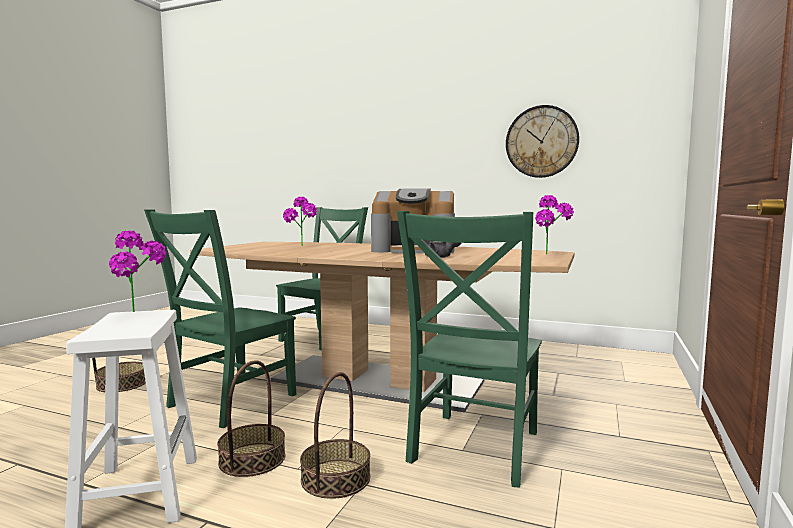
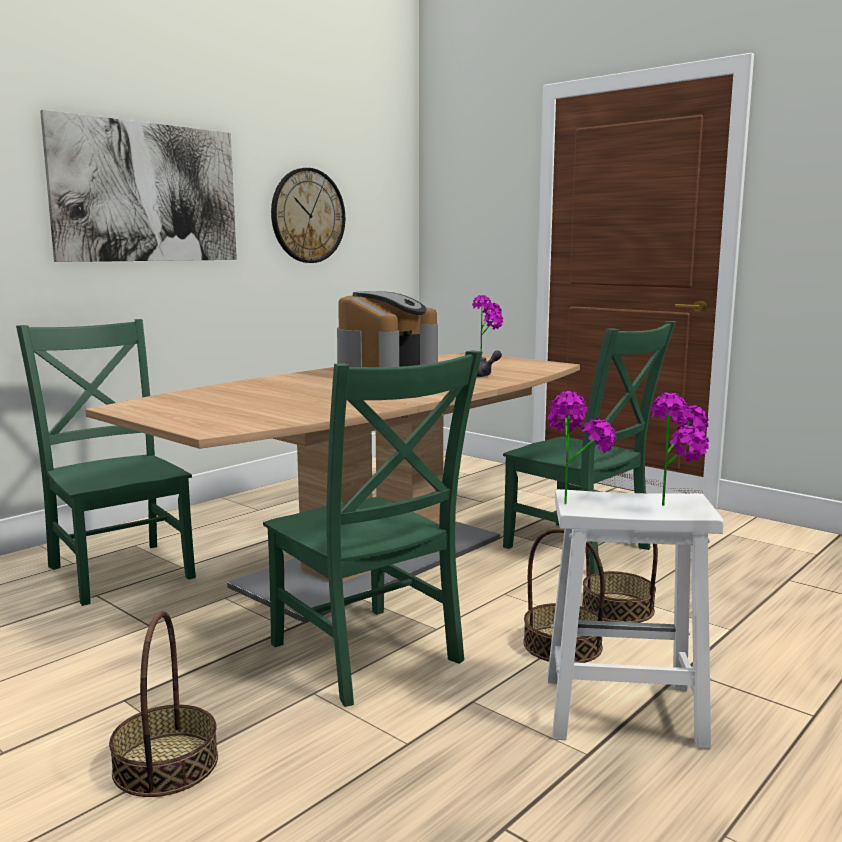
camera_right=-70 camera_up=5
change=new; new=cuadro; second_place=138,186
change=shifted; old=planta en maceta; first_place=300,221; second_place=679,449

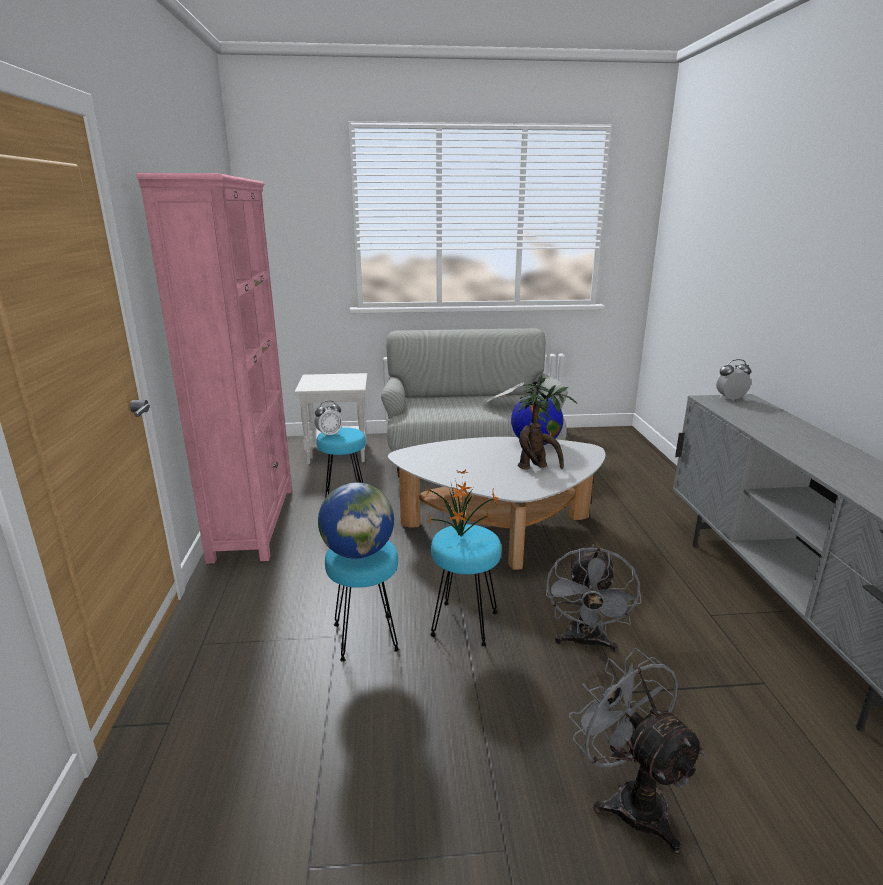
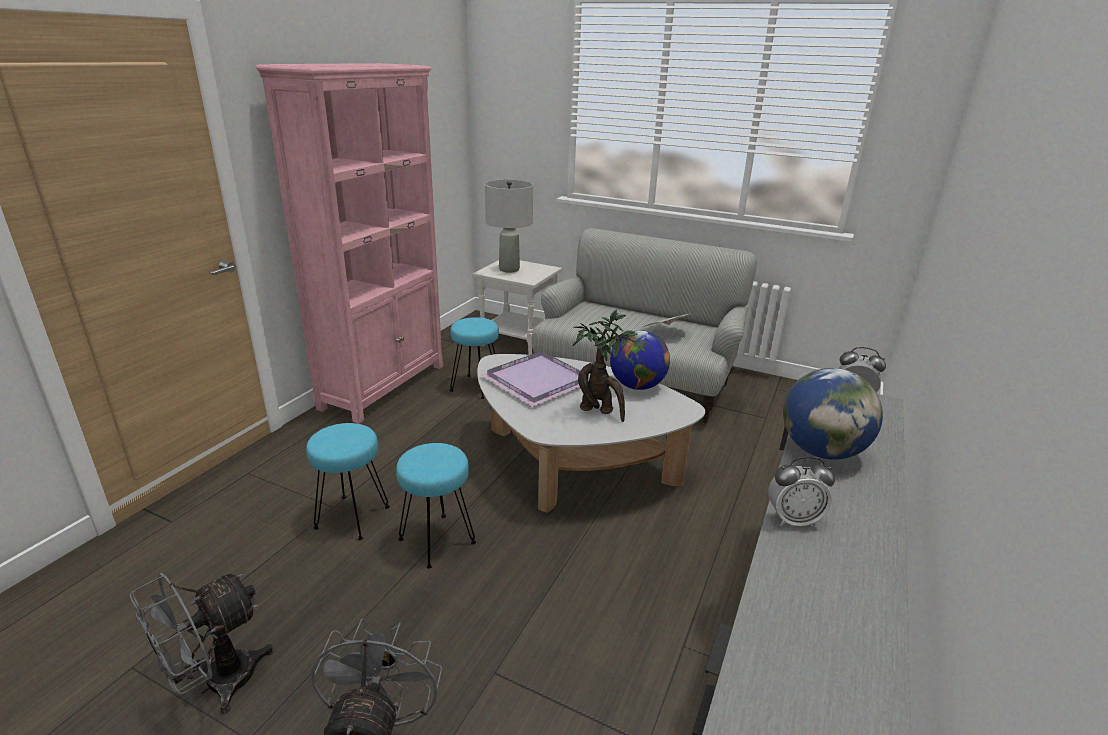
camera_right=30 camera_up=5
change=shifted; old=ventilador (gris); first_place=594,598; second_place=201,643
change=new; new=bandeja (morado); second_place=535,379
change=new; new=lámpara de mesa (gris); second_place=509,226
change=shifted; old=despertador; first_place=329,419; second_place=801,492
change=shifted; old=globo terráqueo; first_place=356,520; second_place=833,414
change=gone; old=planta en maceta; first_place=461,503

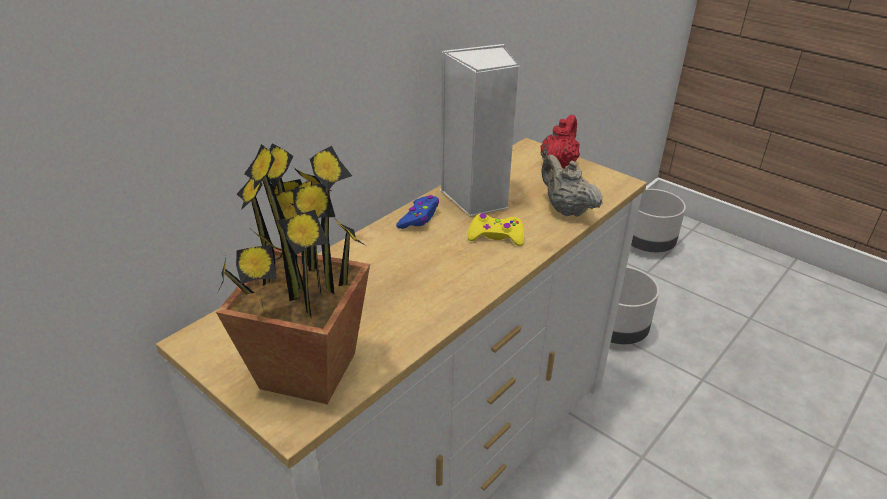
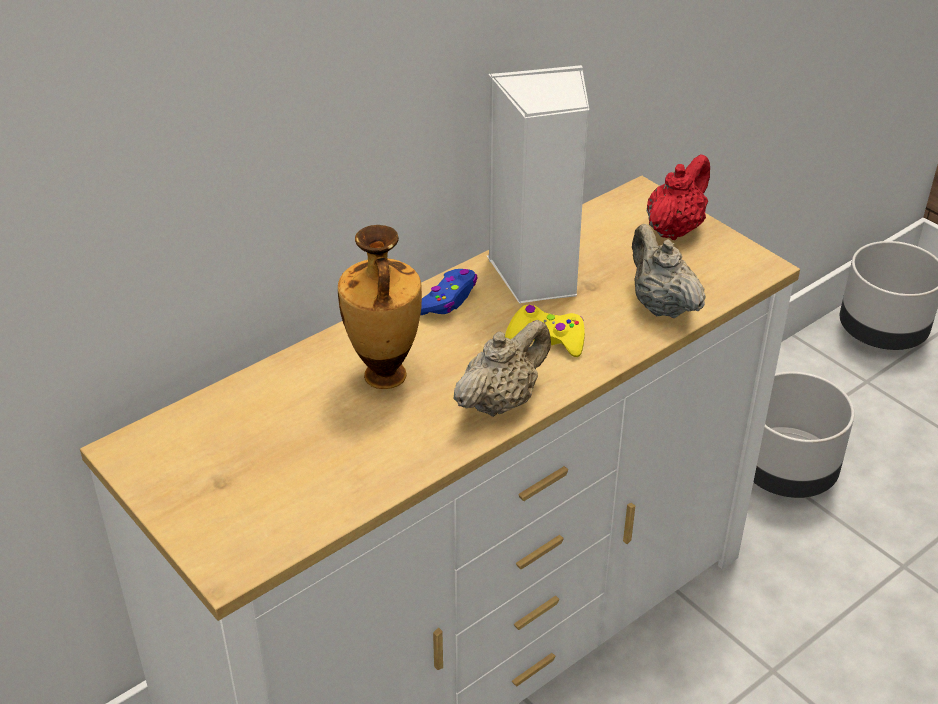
camera_right=10 camera_up=5
change=new; new=florero; second_place=380,307
change=new; new=tetera (beis); second_place=502,368
change=gone; old=planta en maceta; first_place=293,274

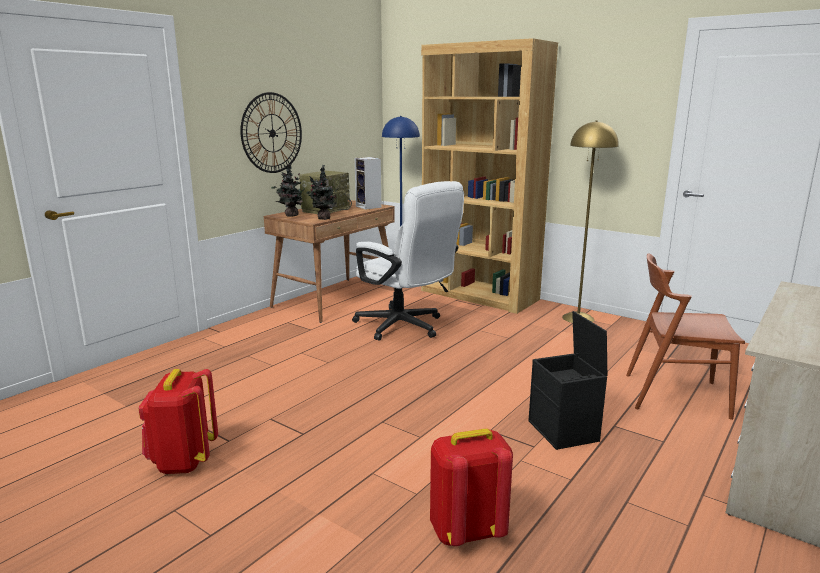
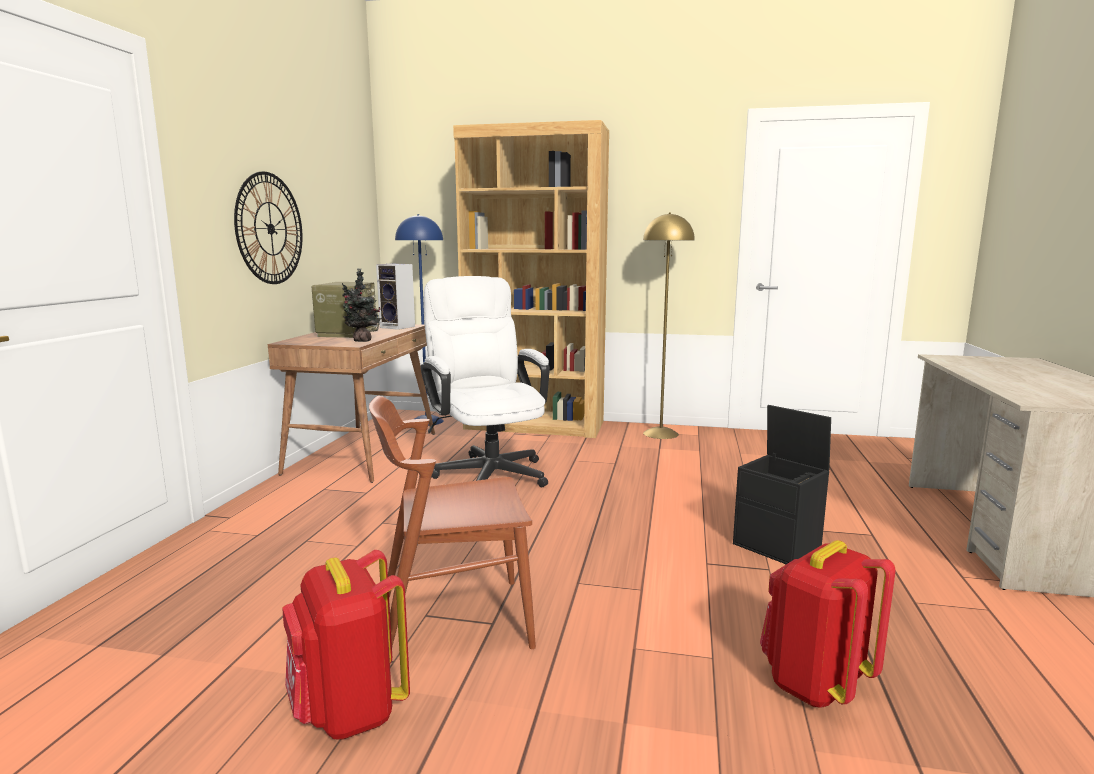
camera_right=-25 camera_up=-5
change=shifted; old=silla (marrón); first_place=685,336; second_place=452,522
change=rotated; old=silla de oficina (blanco); first_place=408,261; second_place=485,382; degrees=-135
change=gone; old=planta en maceta; first_place=288,190

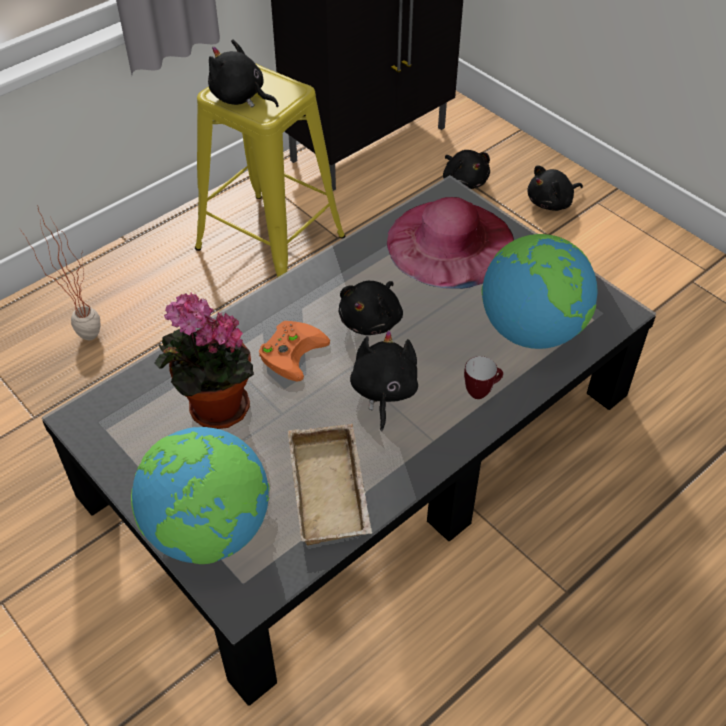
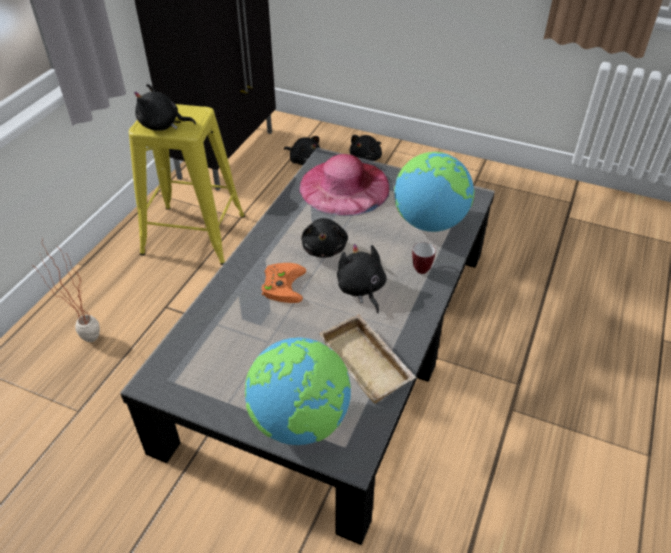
camera_right=-25 camera_up=-5
change=gone; old=planta en maceta; first_place=204,361

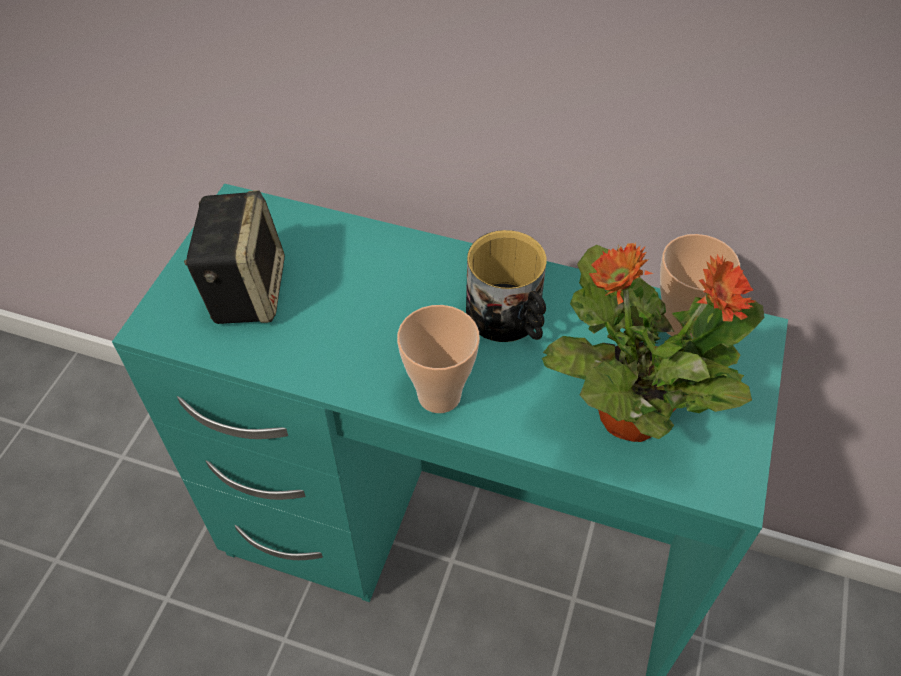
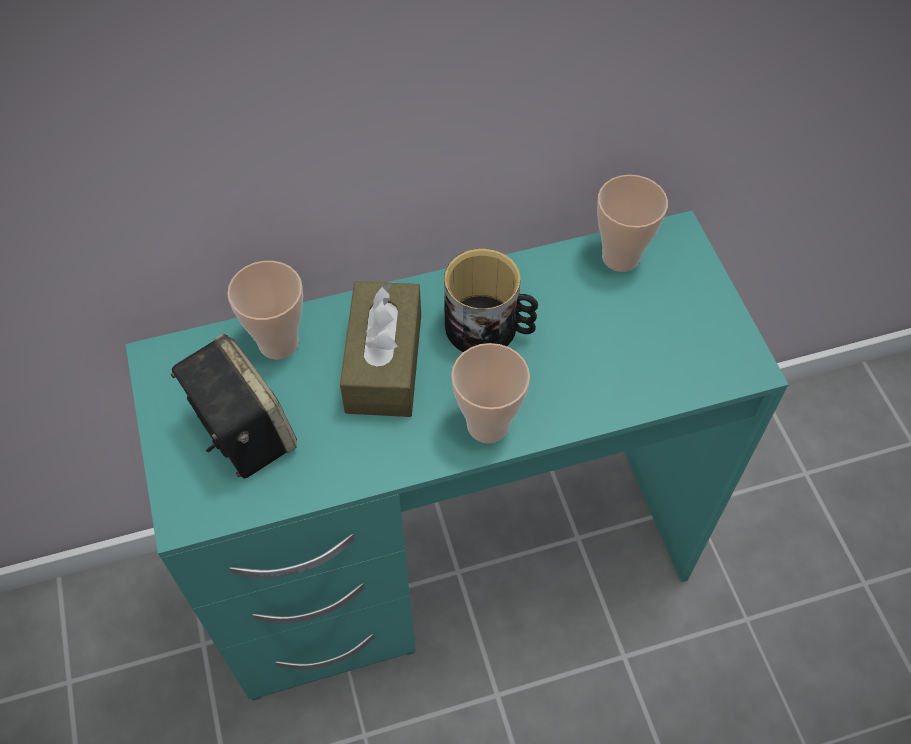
camera_right=-35 camera_up=5
change=new; new=taza; second_place=265,310
change=new; new=caja de pañuelos (marrón); second_place=380,349
change=gone; old=planta en maceta; first_place=653,342

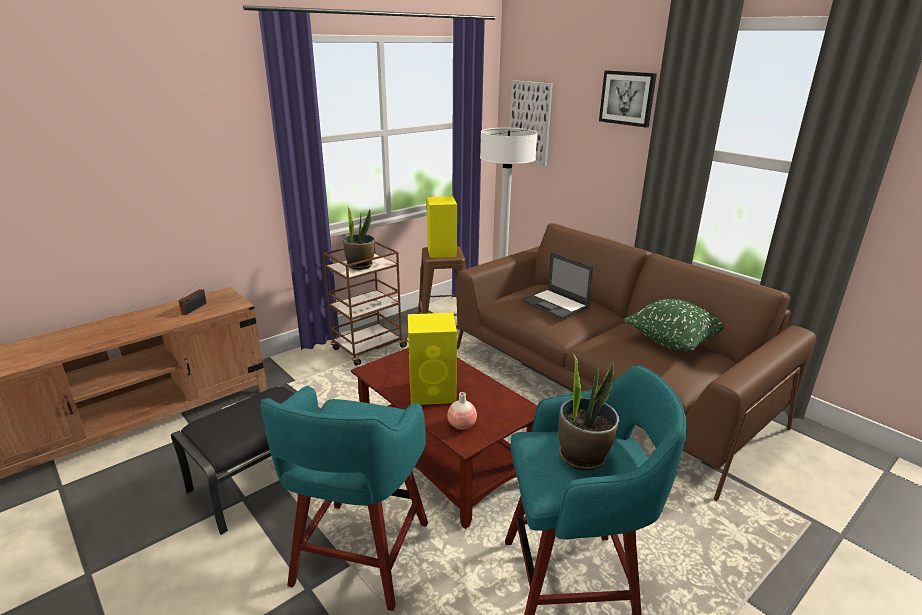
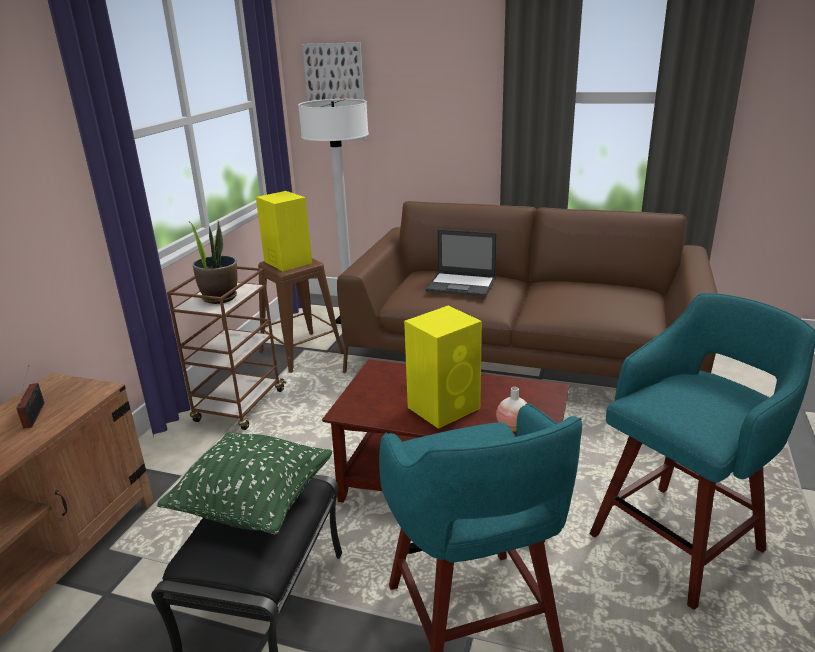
camera_right=-30 camera_up=0
change=shifted; old=cojín (verde); first_place=673,325; second_place=244,483
change=gone; old=planta en maceta; first_place=588,412
change=gone; old=cuadro; first_place=628,99

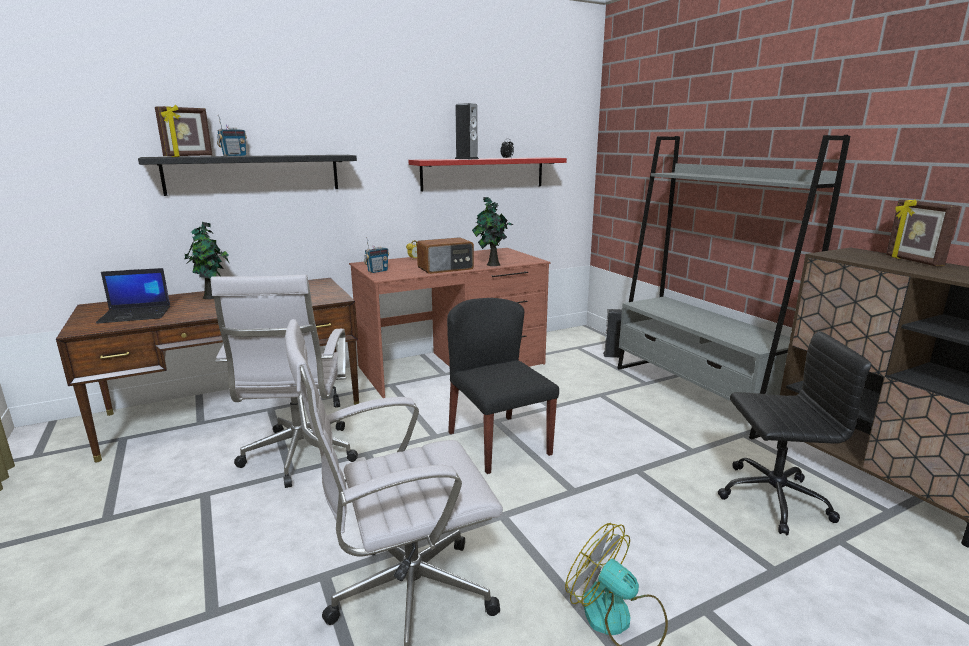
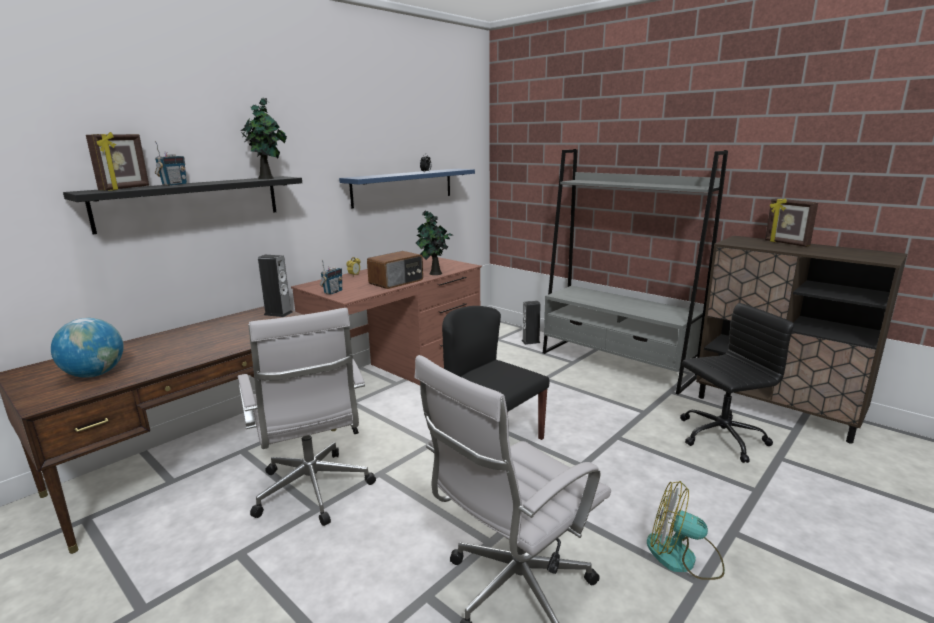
camera_right=-20 camera_up=0
change=swapped; old=portátil; new=globo terráqueo; first_place=133,295; second_place=87,347
change=shifted; old=planta en maceta; first_place=206,260; second_place=264,138
change=shifted; old=altavoz; first_place=467,131; second_place=275,286
change=repainted; old=estante (rojo); new=estante (azul); first_place=487,174; second_place=407,188

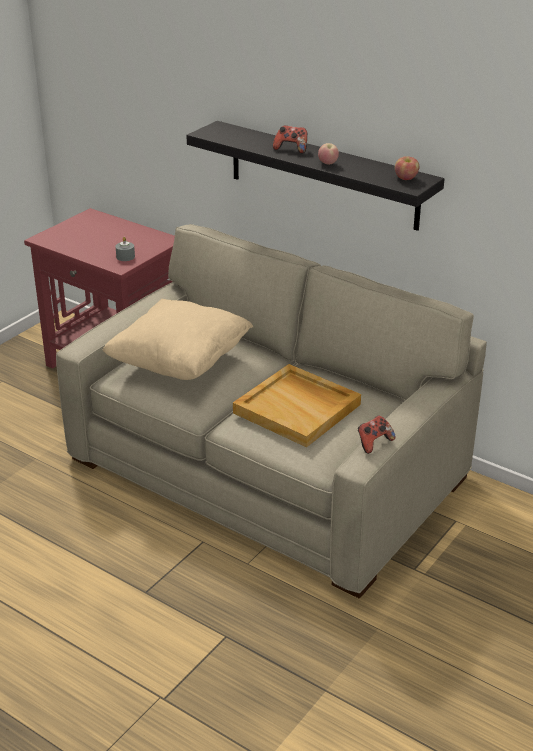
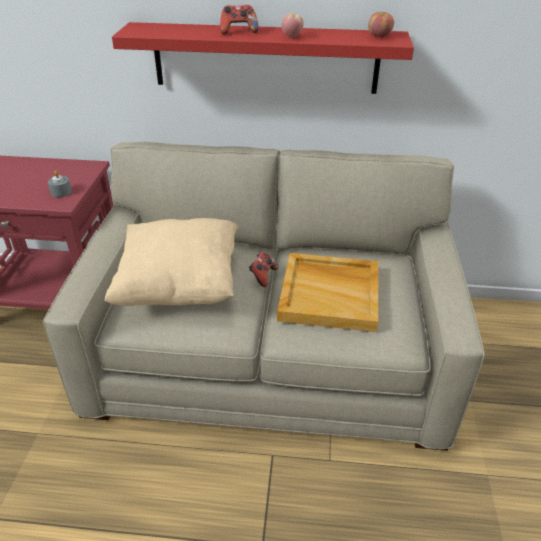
camera_right=-30 camera_up=5
change=repainted; old=estante (negro); new=estante (rojo); first_place=315,176; second_place=263,58
change=shifted; old=mando de consola; first_place=377,434; second_place=263,269

